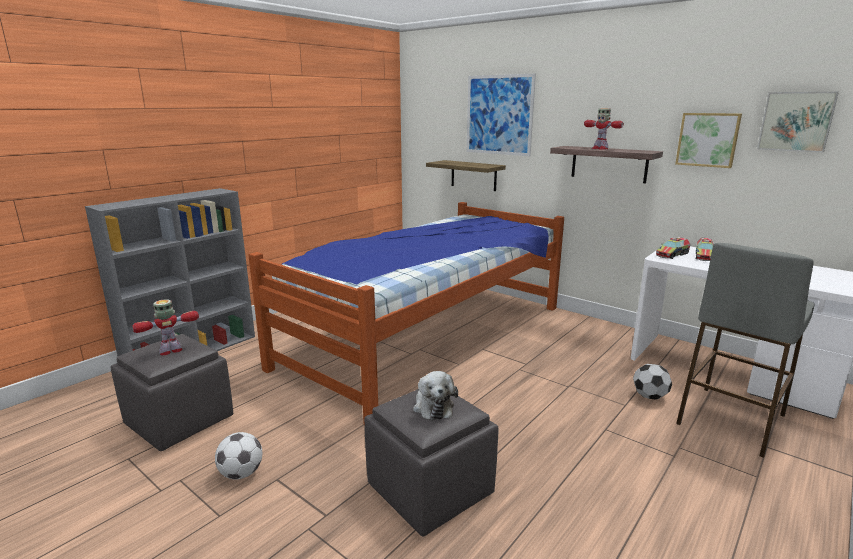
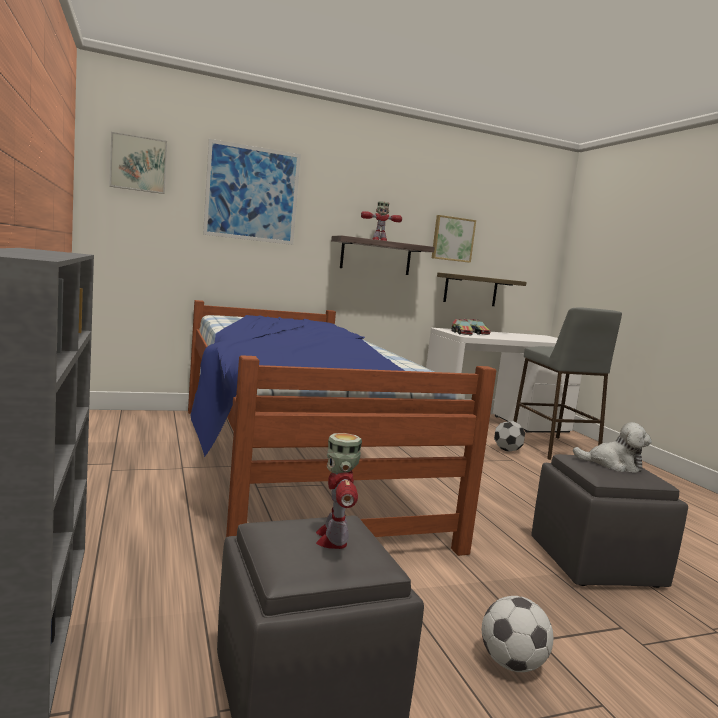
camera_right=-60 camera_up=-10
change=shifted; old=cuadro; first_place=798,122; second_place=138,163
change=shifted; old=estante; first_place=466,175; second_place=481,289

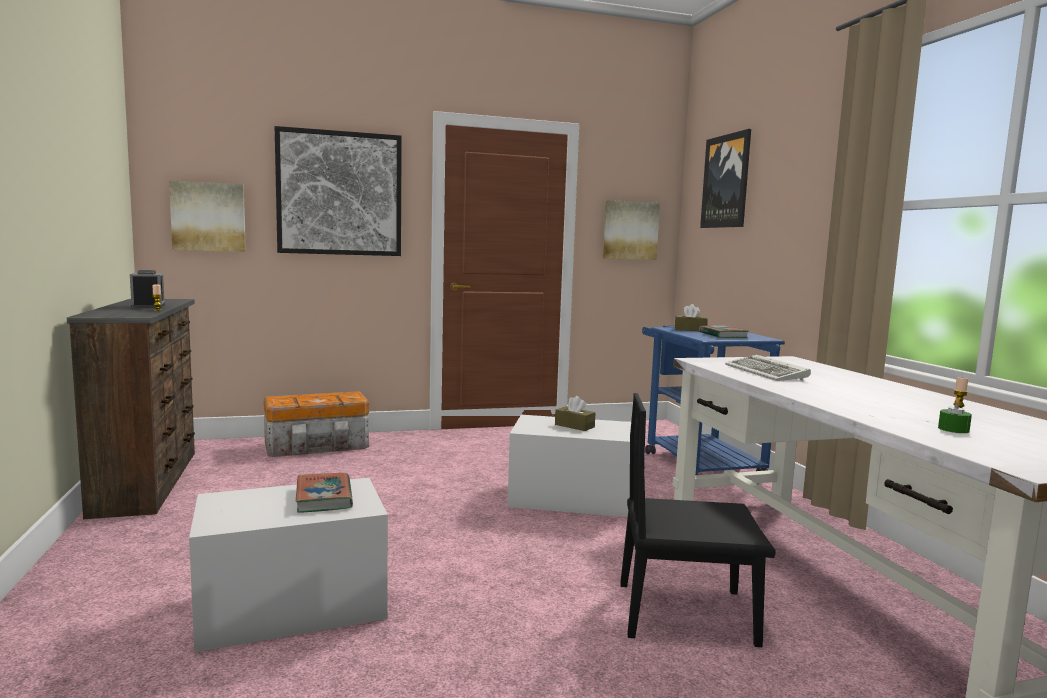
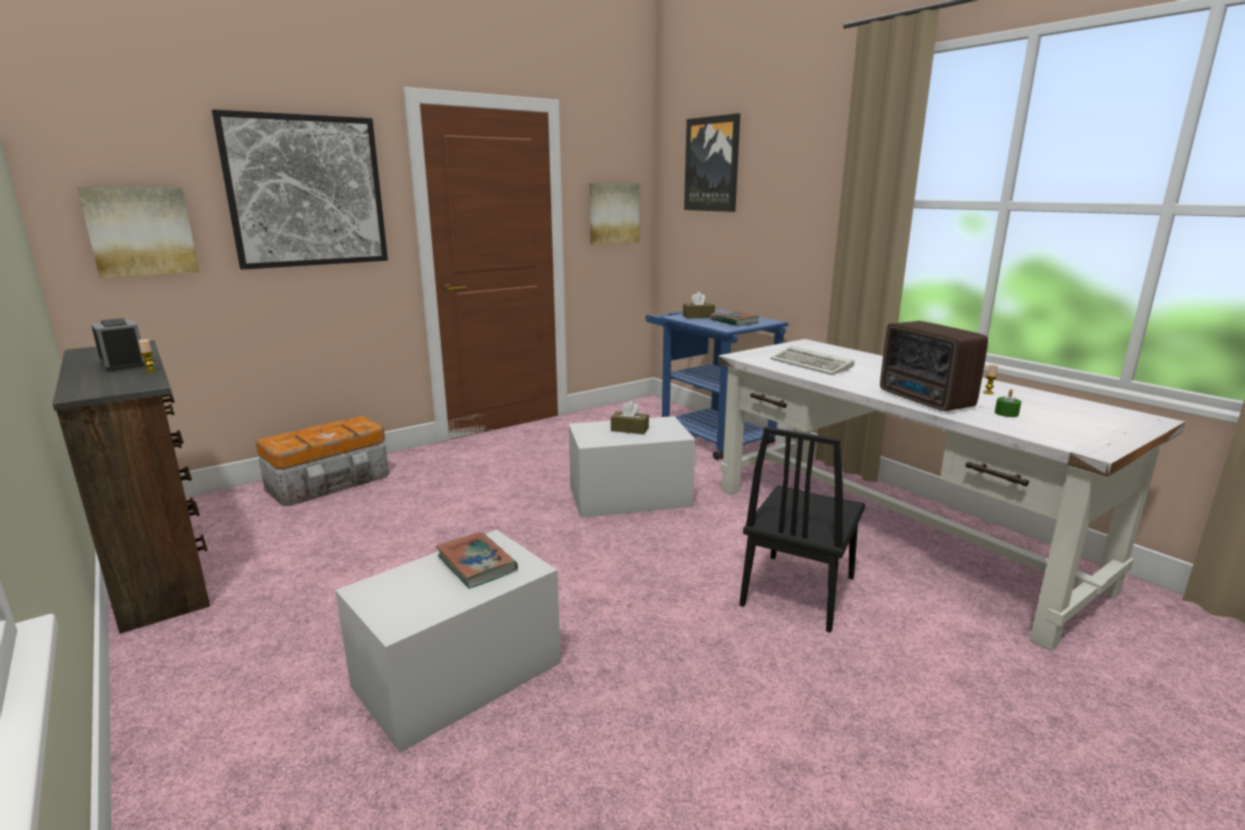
camera_right=-20 camera_up=10
change=rotated; old=silla (negro); first_place=698,520; second_place=802,530; degrees=-45
change=new; new=radio; second_place=934,366

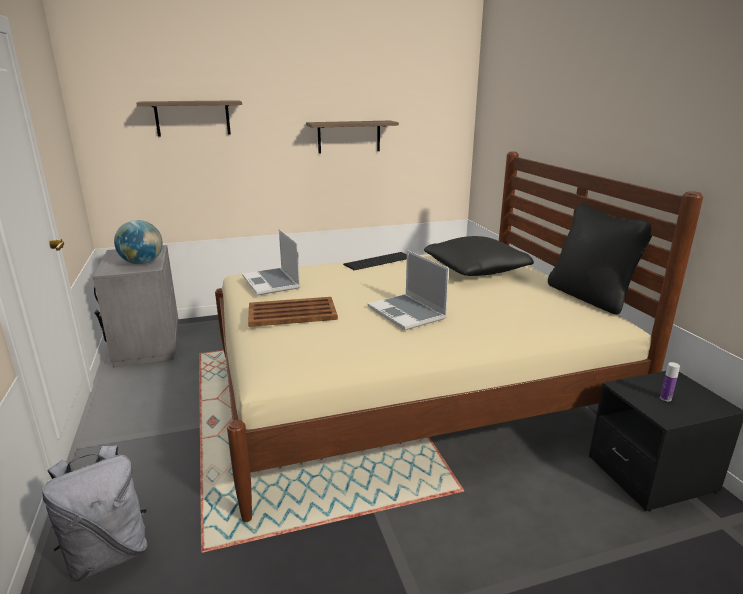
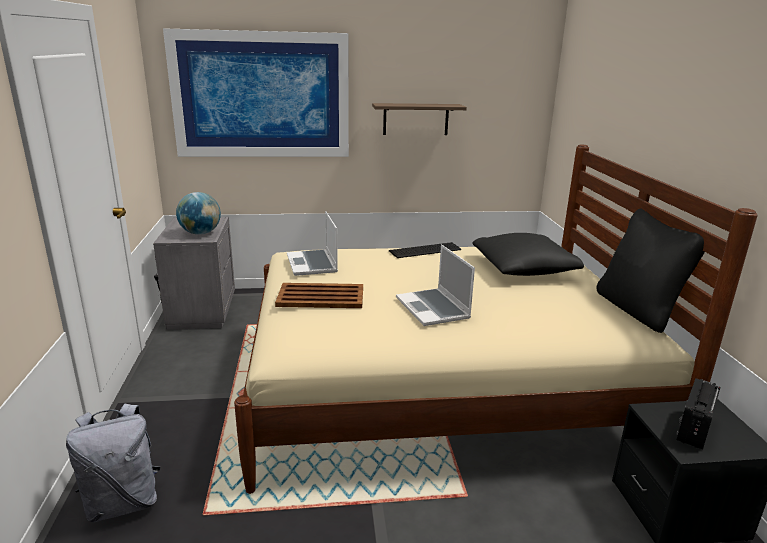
camera_right=10 camera_up=0
change=swapped; old=estante; new=cuadro; first_place=189,118; second_place=256,92
change=swapped; old=botella; new=radio; first_place=670,381; second_place=698,414

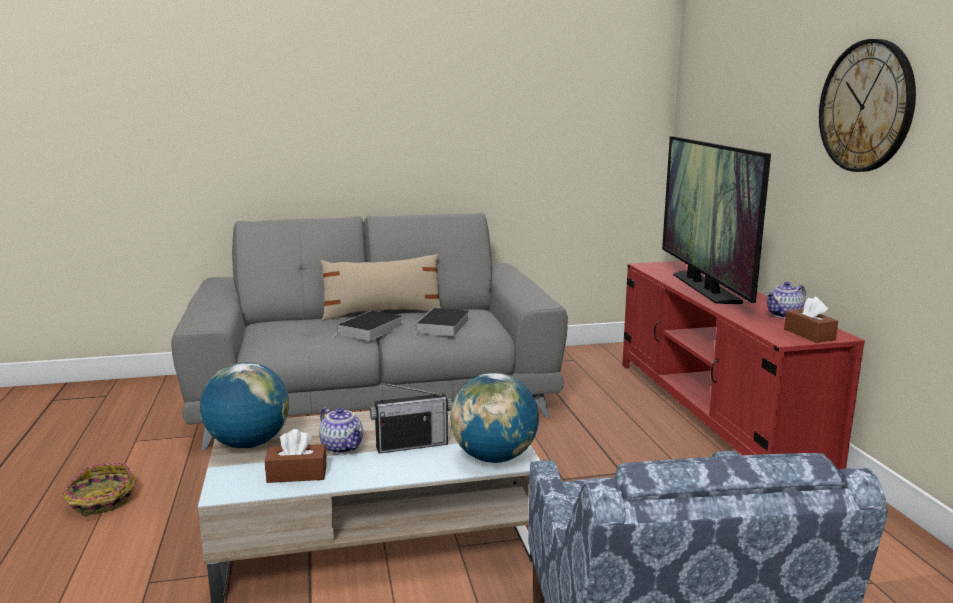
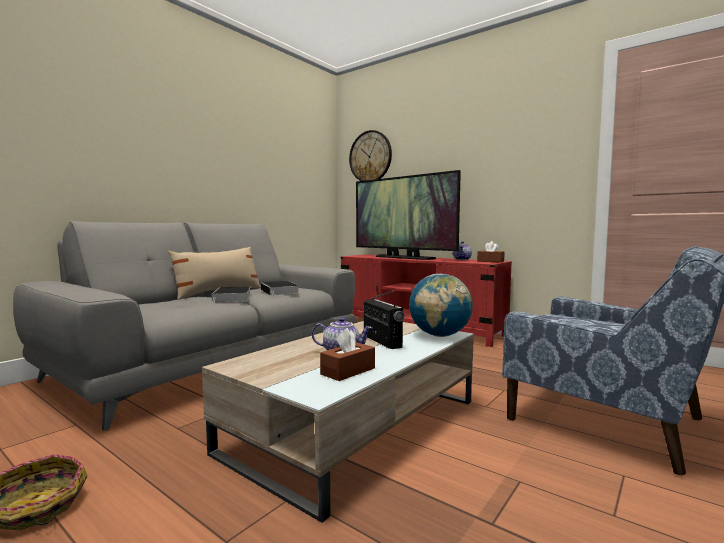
camera_right=-40 camera_up=-10
change=shifted; old=reloj de pared; first_place=867,105; second_place=370,155
change=rotated; old=radio; first_place=411,418; second_place=384,319; degrees=-60
change=gone; old=globo terráqueo; first_place=244,405

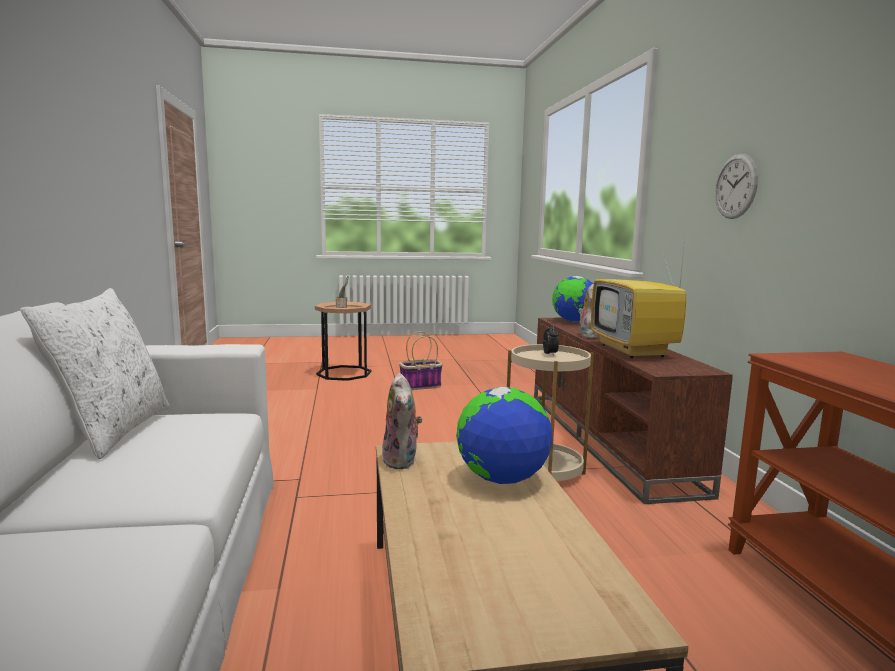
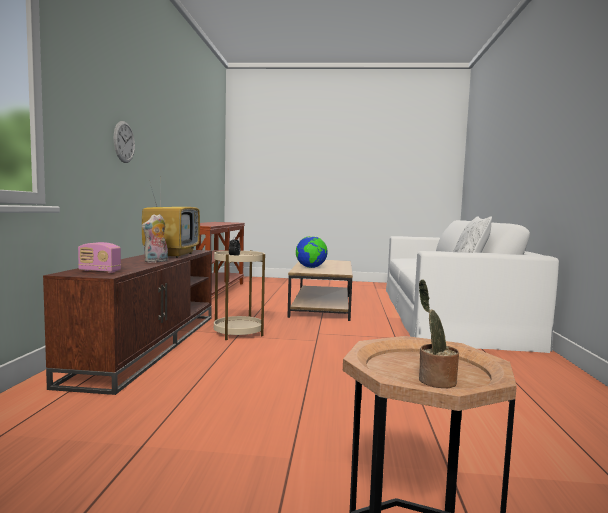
camera_right=-165 camera_up=-5
change=swapped; old=globo terráqueo; new=radio; first_place=572,299; second_place=99,257
change=gone; old=peluche; first_place=402,421
change=gone; old=cesta; first_place=421,360

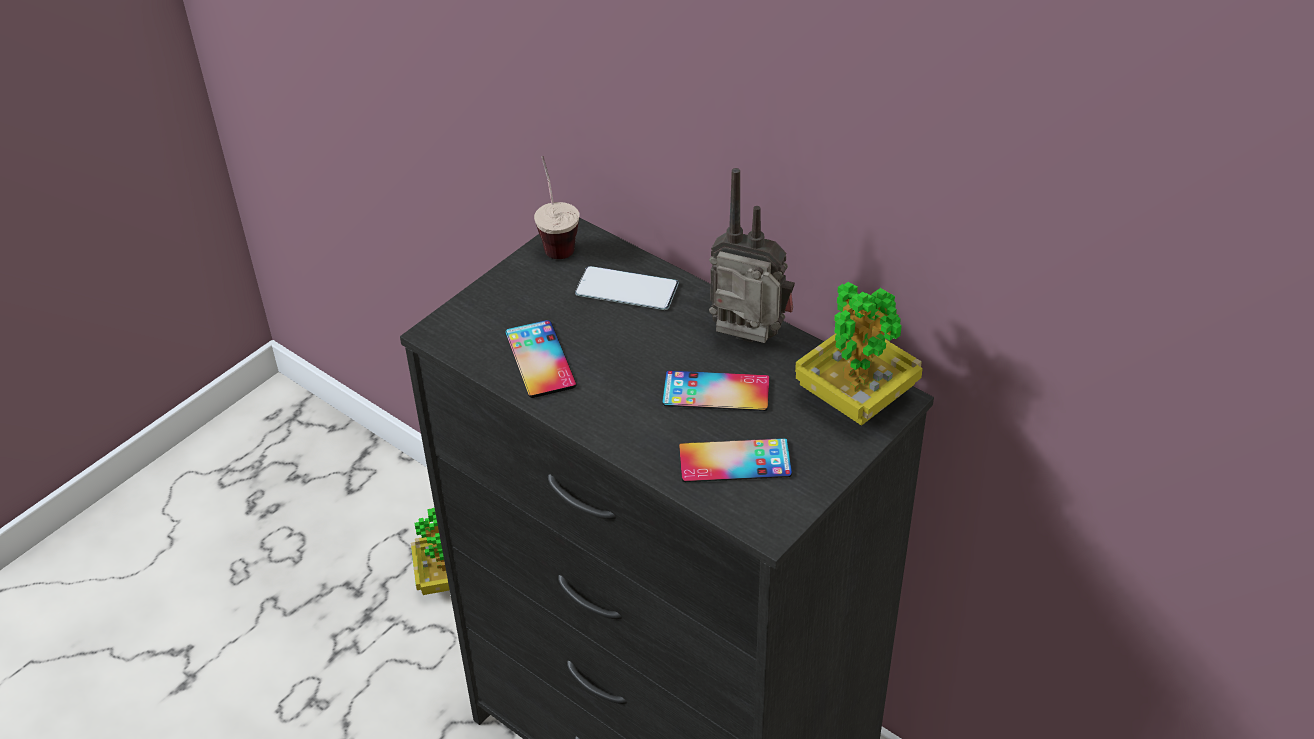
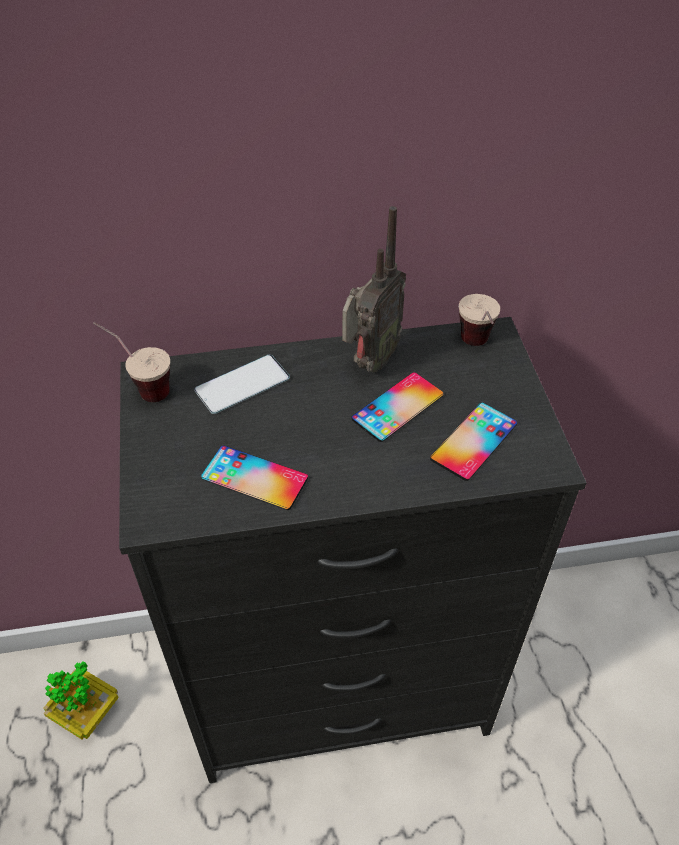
camera_right=-50 camera_up=5
change=rotated; old=radio; first_place=752,255; second_place=374,289; degrees=150
change=swapped; old=planta en maceta; new=taza; first_place=859,354; second_place=479,320

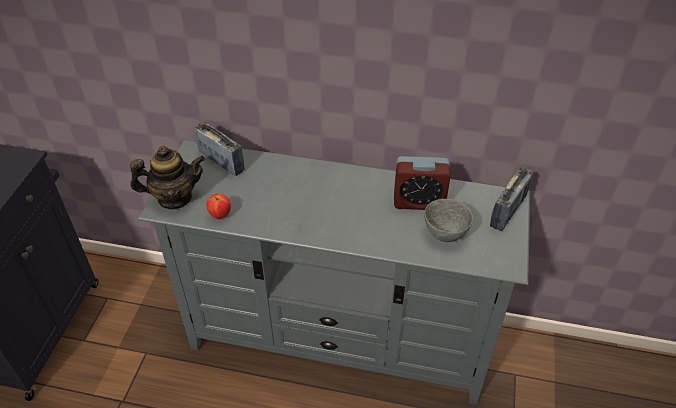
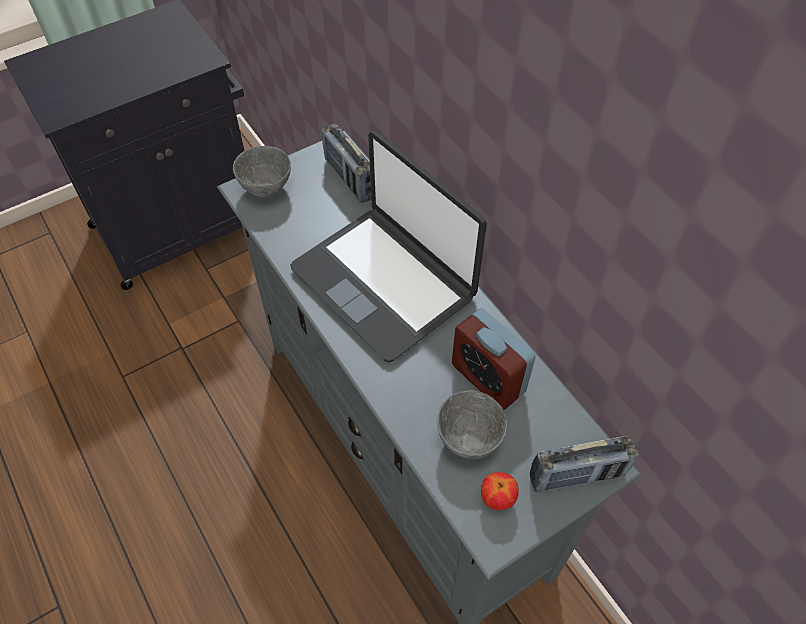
camera_right=45 camera_up=10
change=swapped; old=tetera; new=cuenco (gris); first_place=167,178; second_place=262,172
change=new; new=portátil; second_place=388,246
change=rotated; old=radio; first_place=219,149; second_place=346,163; degrees=150
change=shifted; old=manzana; first_place=218,206; second_place=500,491

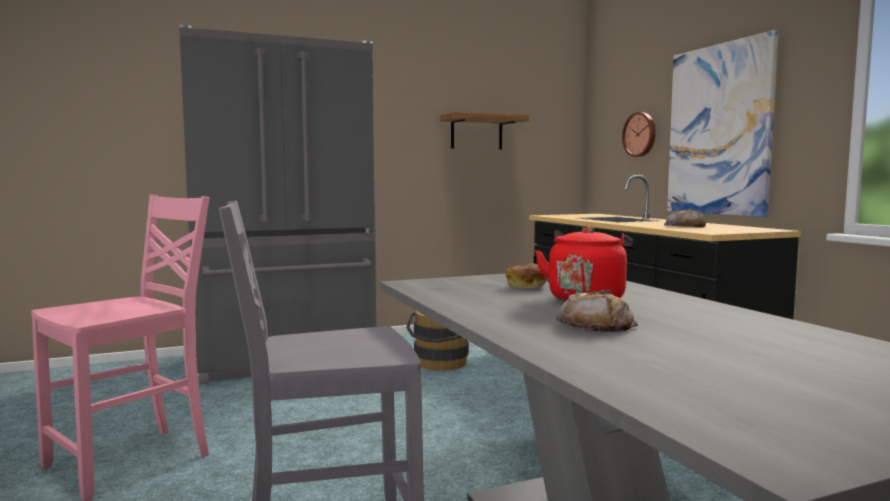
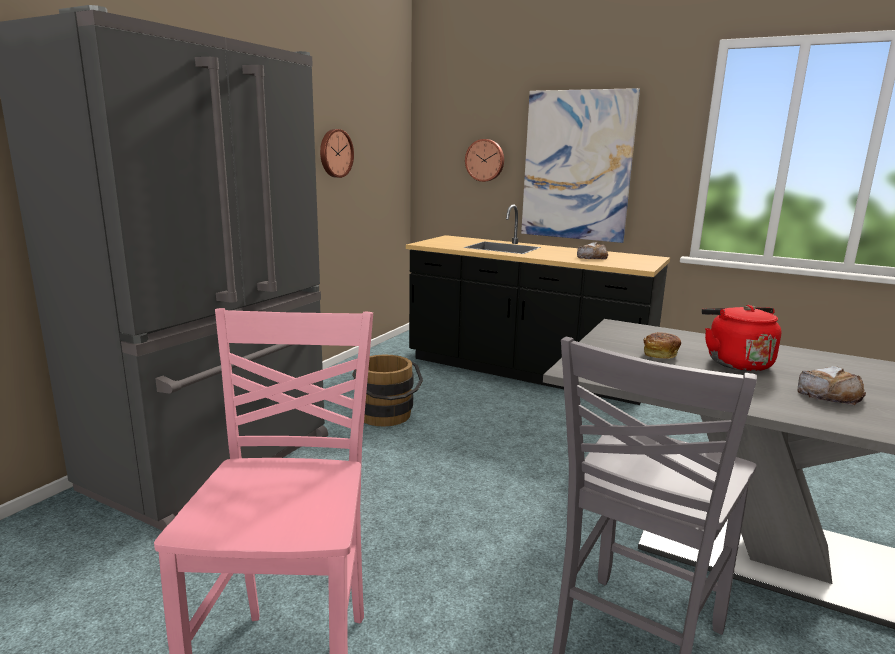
camera_right=-40 camera_up=10
change=swapped; old=estante; new=reloj de pared; first_place=484,131; second_place=337,153

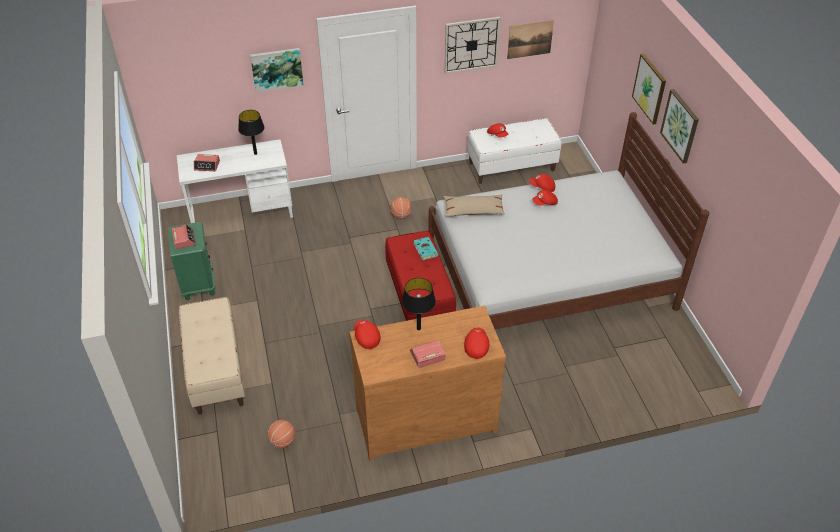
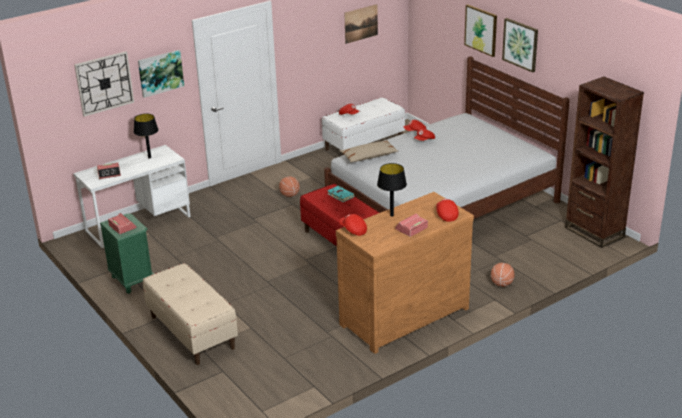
camera_right=-20 camera_up=-15
change=shifted; old=reloj de pared; first_place=472,45; second_place=104,84
change=shifted; old=balón de baloncesto; first_place=281,434; second_place=503,275
change=new; new=estantería (marrón); second_place=604,162

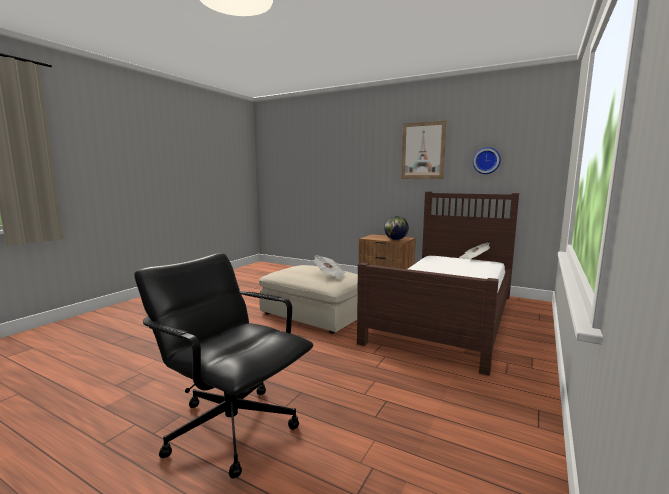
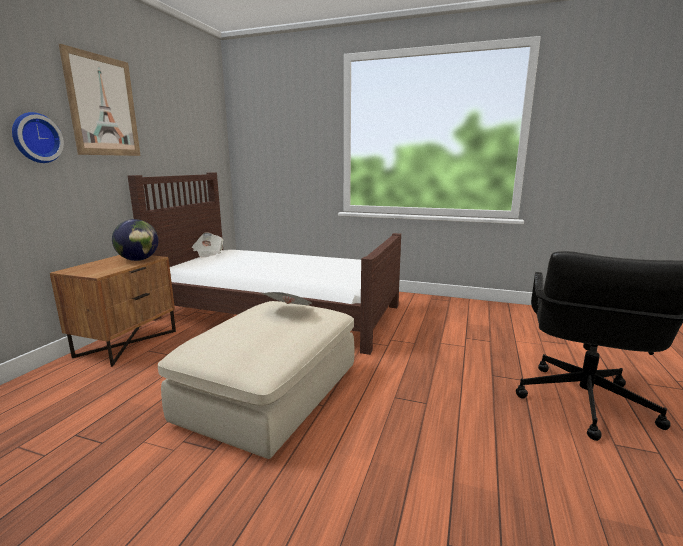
camera_right=-100 camera_up=5
change=shifted; old=reloj de pared; first_place=487,160; second_place=38,137

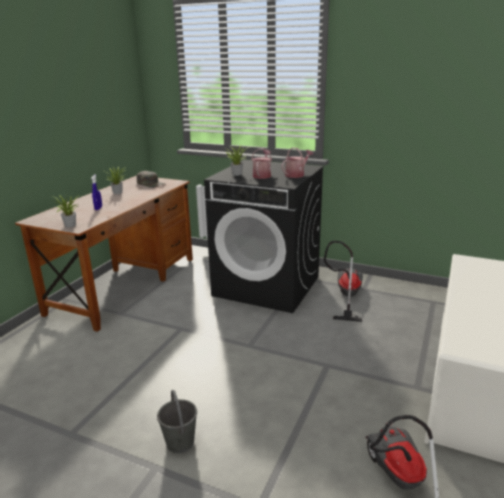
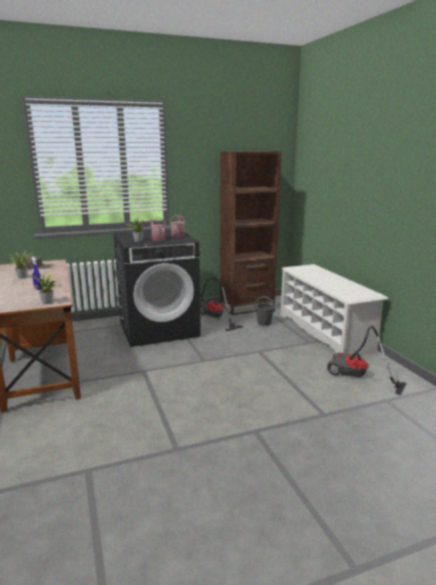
camera_right=-45 camera_up=-5
change=new; new=estantería (marrón); second_place=251,233
change=shifted; old=cubo (gris); first_place=177,421; second_place=265,311

